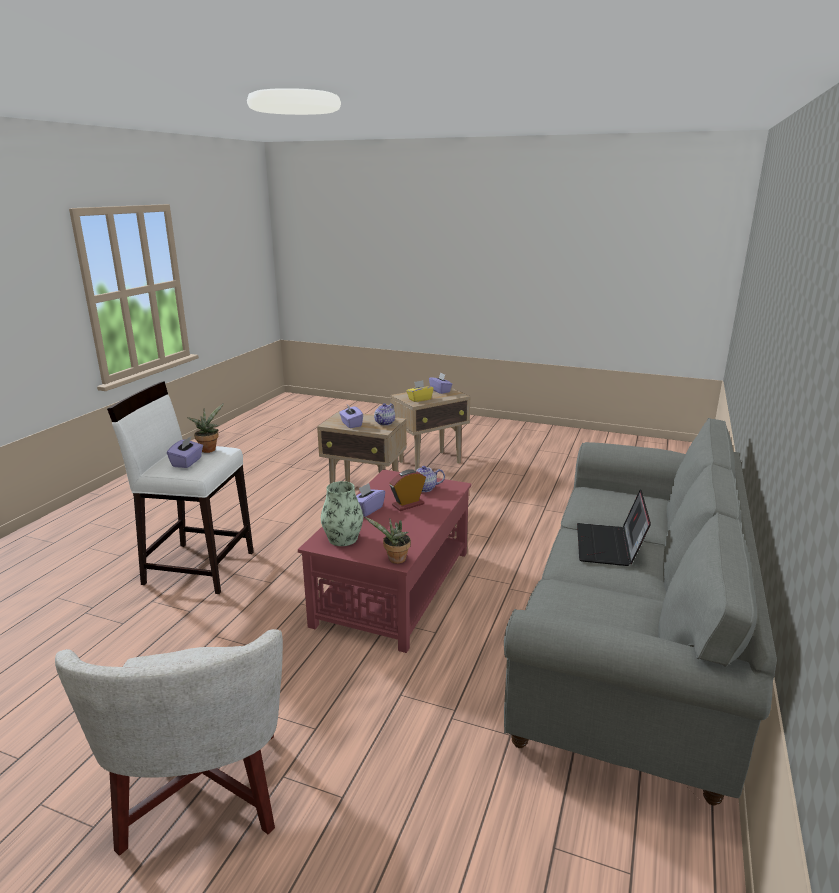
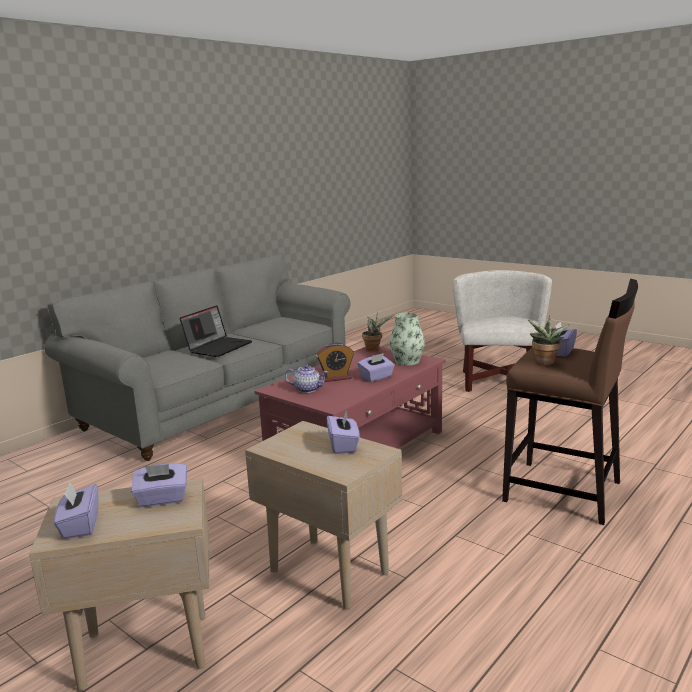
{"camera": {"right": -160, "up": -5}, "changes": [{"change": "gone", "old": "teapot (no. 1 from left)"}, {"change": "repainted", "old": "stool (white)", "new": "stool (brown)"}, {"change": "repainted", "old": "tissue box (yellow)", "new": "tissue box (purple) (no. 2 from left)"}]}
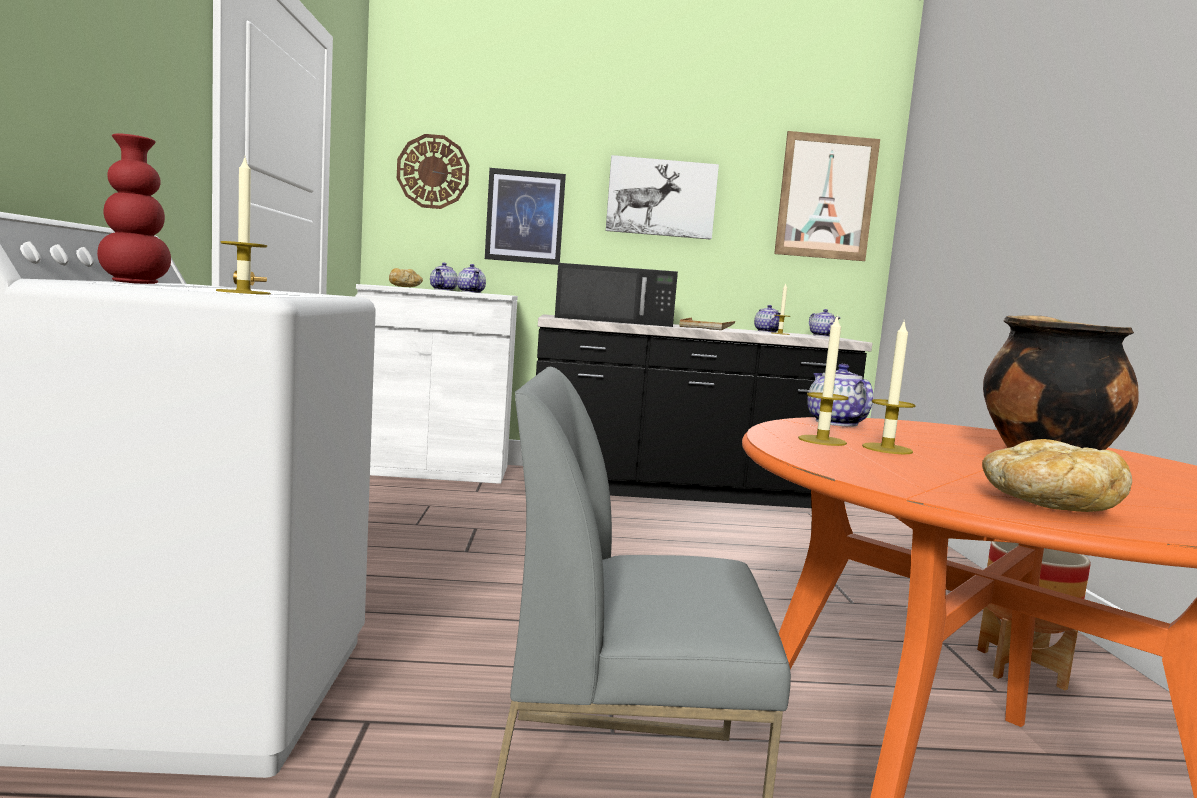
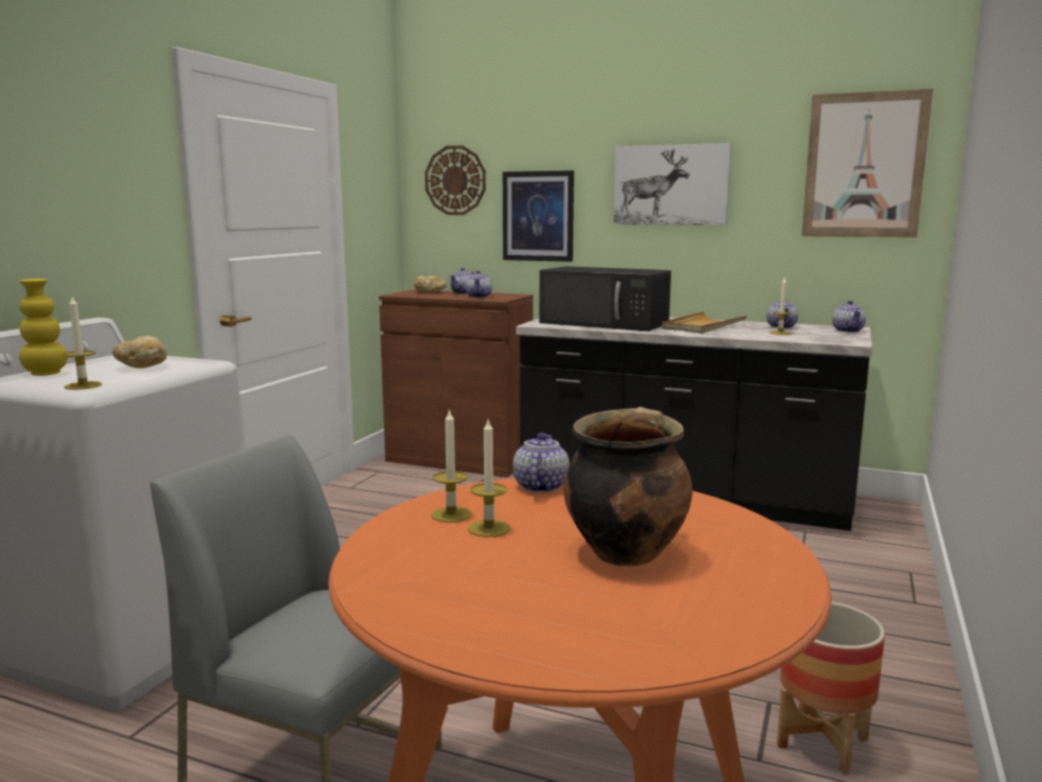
{"camera": {"right": 25, "up": 5}, "changes": [{"change": "shifted", "old": "bread (no. 2 from left in the first image)", "new": "bread (no. 1 from left)"}, {"change": "repainted", "old": "vase (red)", "new": "vase (yellow)"}, {"change": "repainted", "old": "cabinet (white)", "new": "cabinet (brown)"}]}
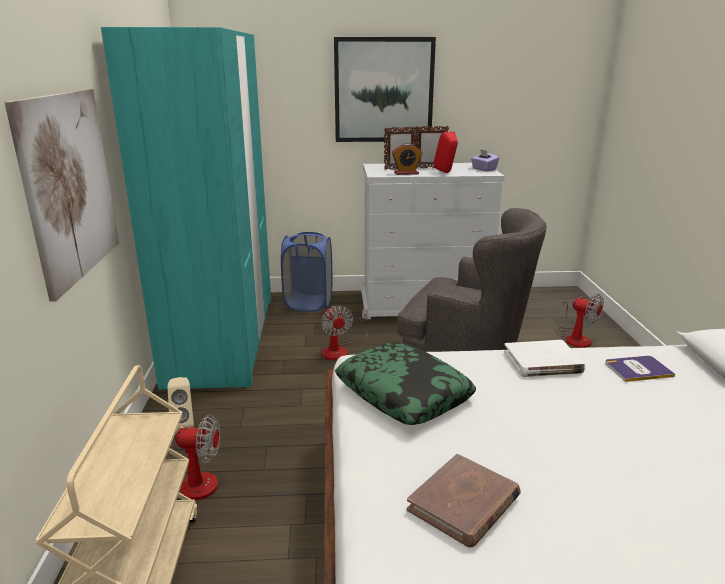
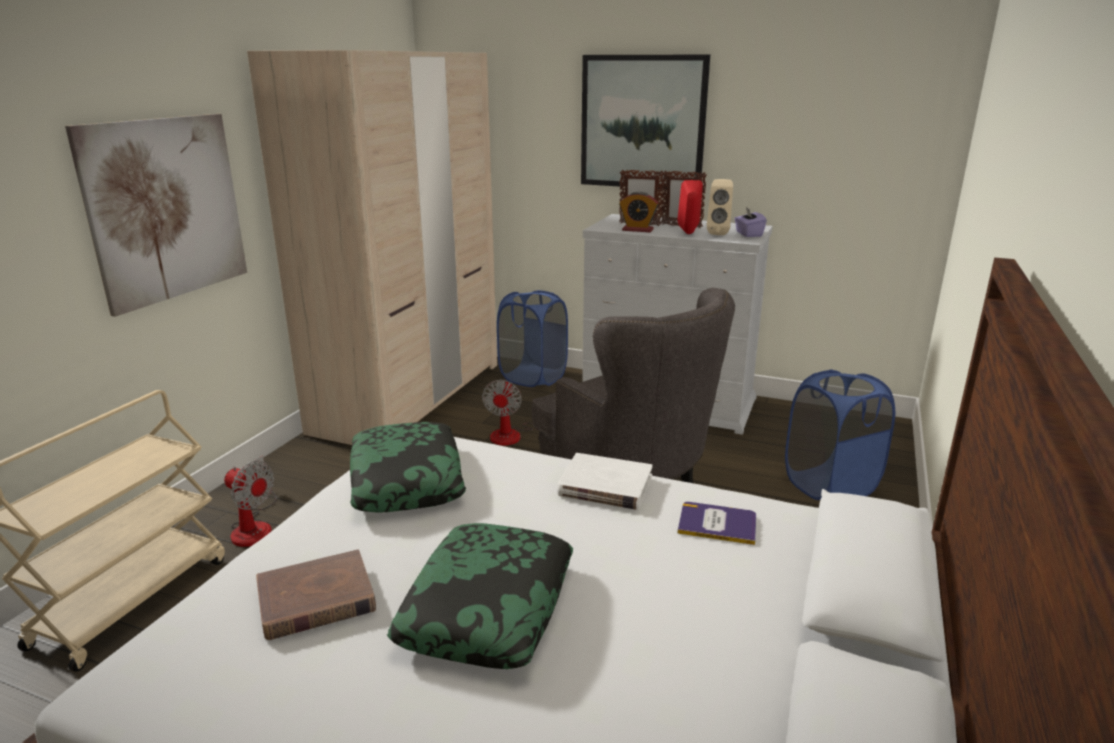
{"camera": {"right": 25, "up": 0}, "changes": [{"change": "new", "new": "pillow (no. 2 from left)"}, {"change": "shifted", "old": "speaker (beige)"}, {"change": "swapped", "old": "fan (no. 3 from left)", "new": "laundry basket (blue) (no. 2 from left)"}, {"change": "repainted", "old": "wardrobe (turquoise)", "new": "wardrobe (beige)"}]}
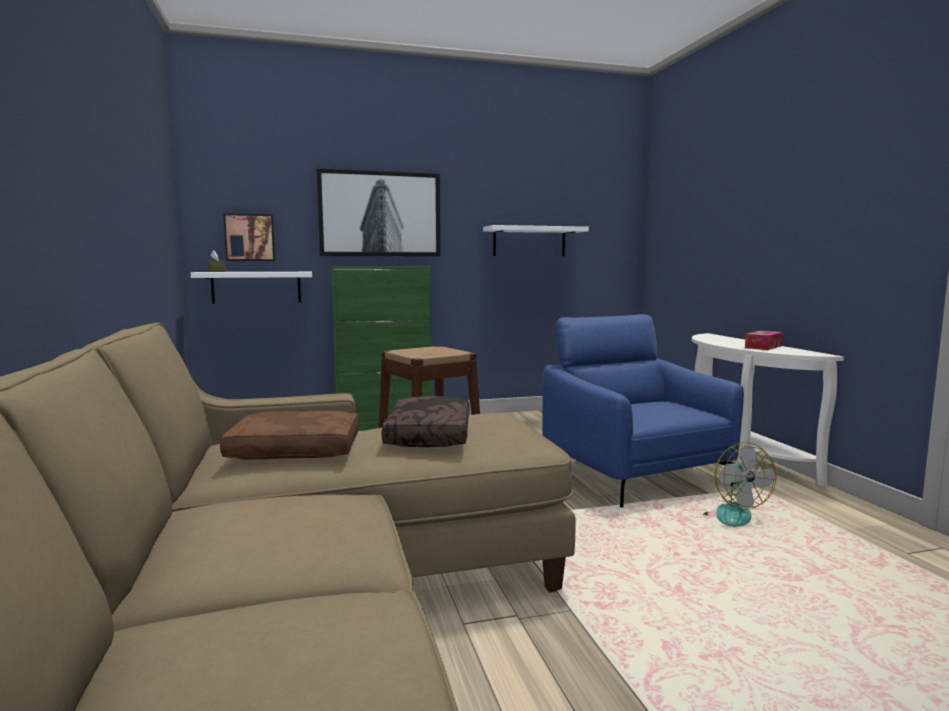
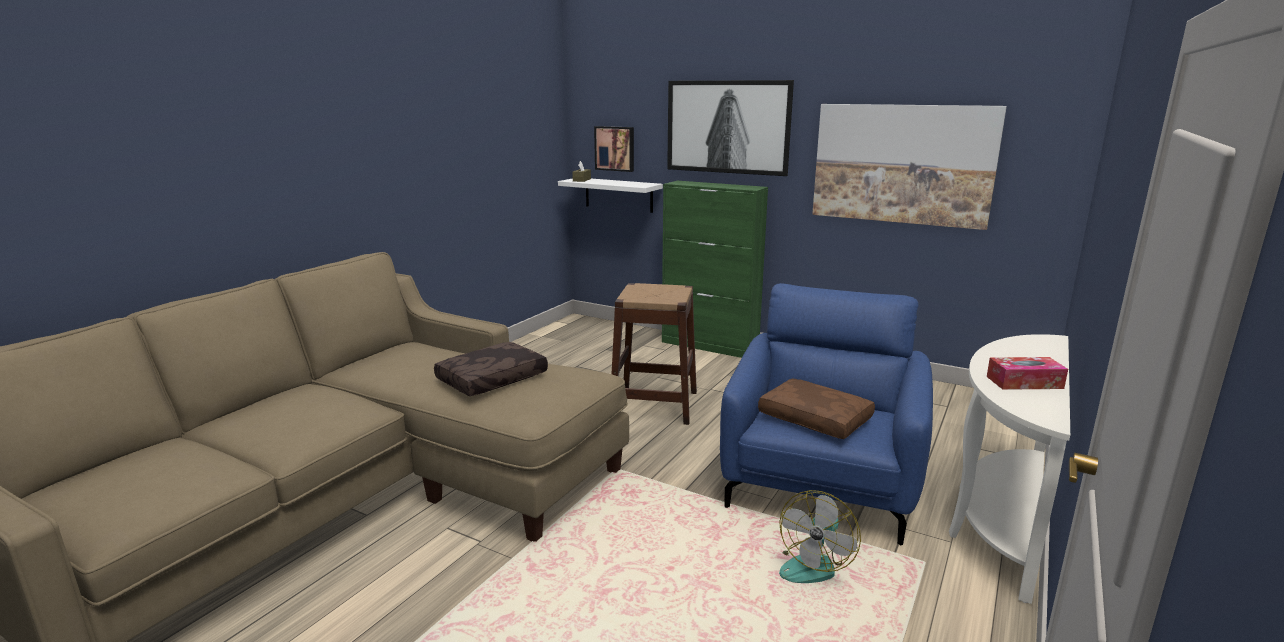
{"camera": {"right": 45, "up": 10}, "changes": [{"change": "shifted", "old": "pillow (brown) (no. 1 from left in the first image)", "new": "pillow (brown) (no. 2 from left)"}, {"change": "swapped", "old": "shelf (white) (no. 2 from left)", "new": "picture (no. 3 from left)"}]}
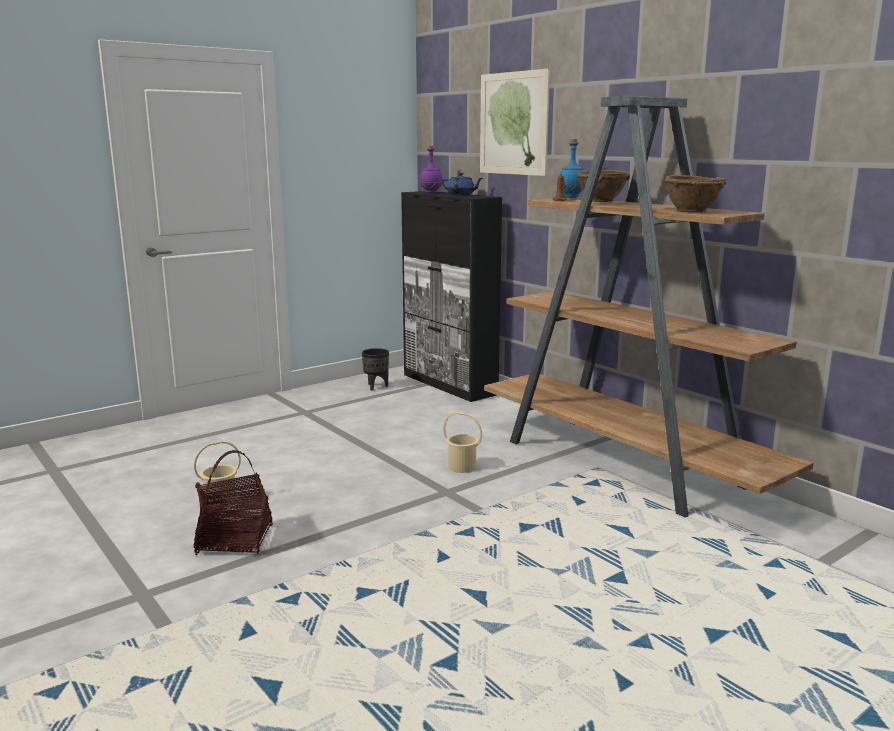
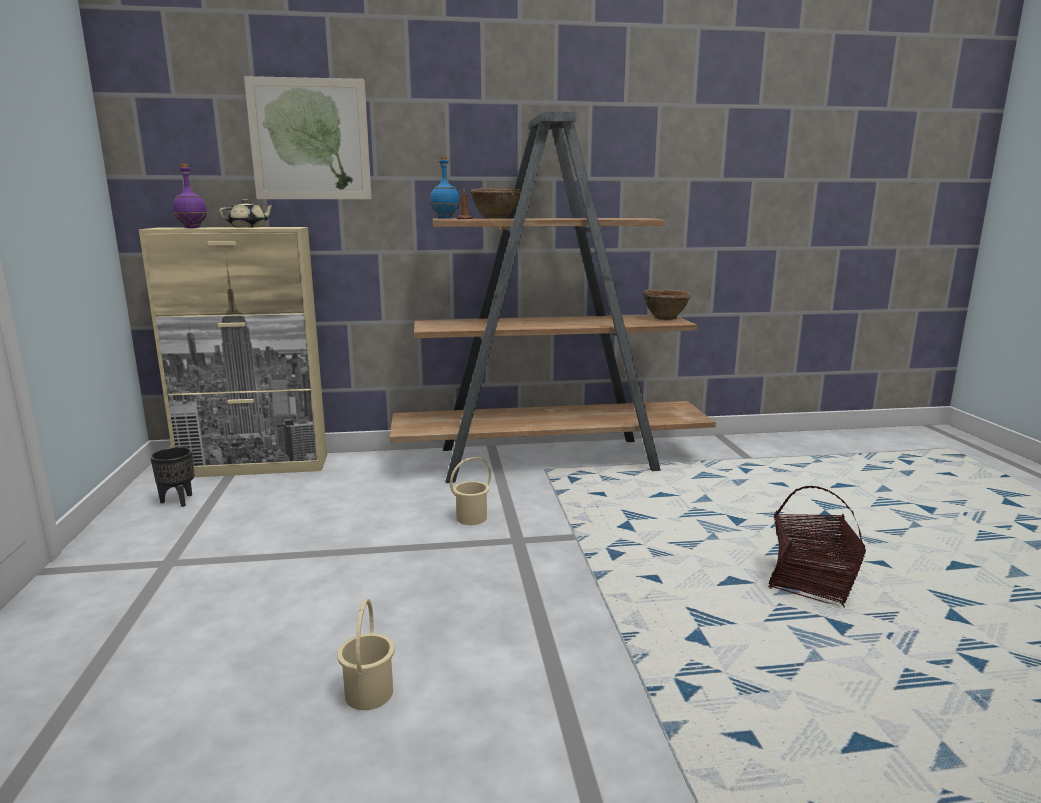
{"camera": {"right": -60, "up": 0}, "changes": [{"change": "shifted", "old": "basket"}, {"change": "shifted", "old": "bowl (brown) (no. 2 from left)"}, {"change": "repainted", "old": "cabinet (black)", "new": "cabinet (beige)"}, {"change": "repainted", "old": "teapot (blue)", "new": "teapot (beige)"}]}
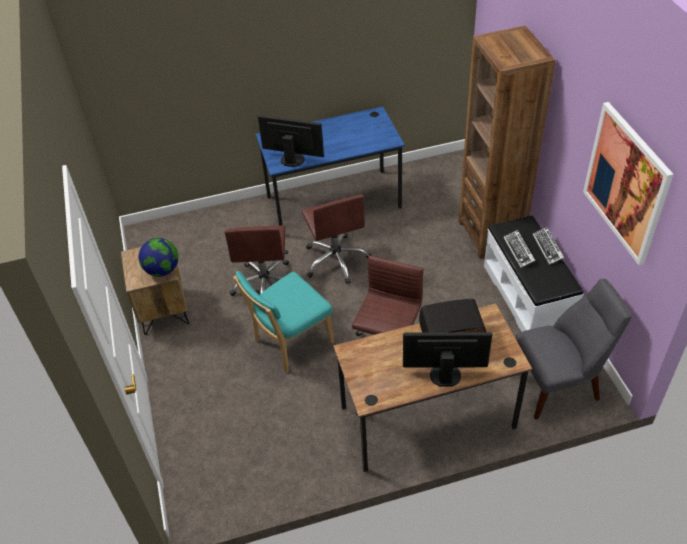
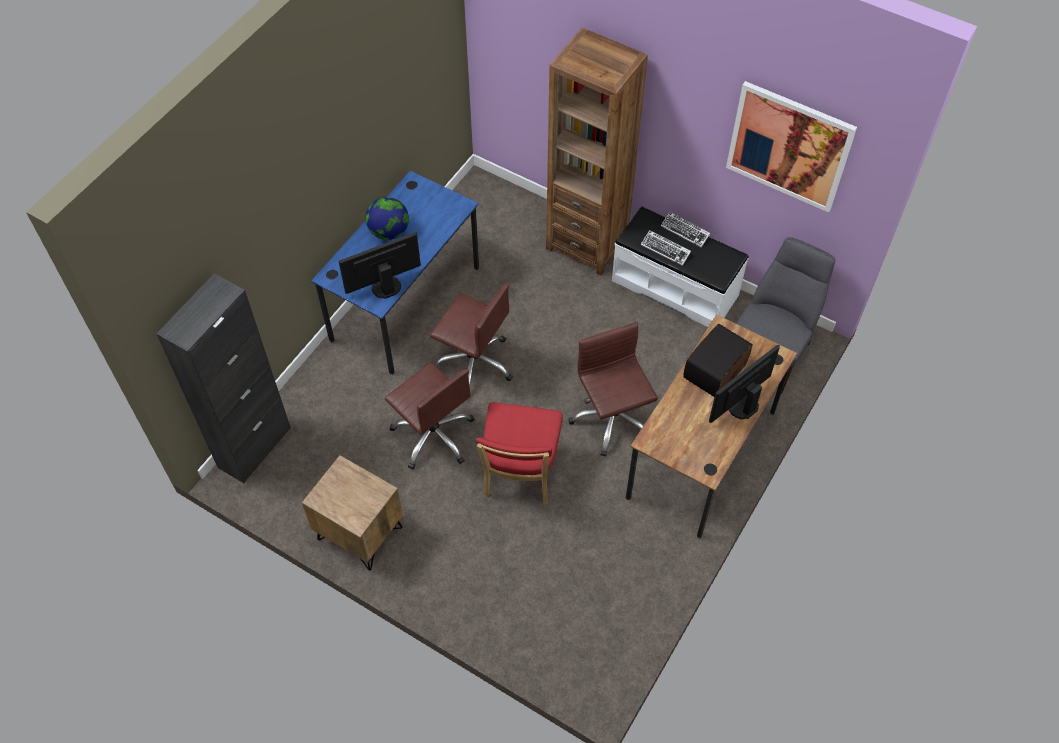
{"camera": {"right": -45, "up": 10}, "changes": [{"change": "new", "new": "cabinet (black)"}, {"change": "shifted", "old": "globe"}, {"change": "repainted", "old": "chair (turquoise)", "new": "chair (red)"}]}
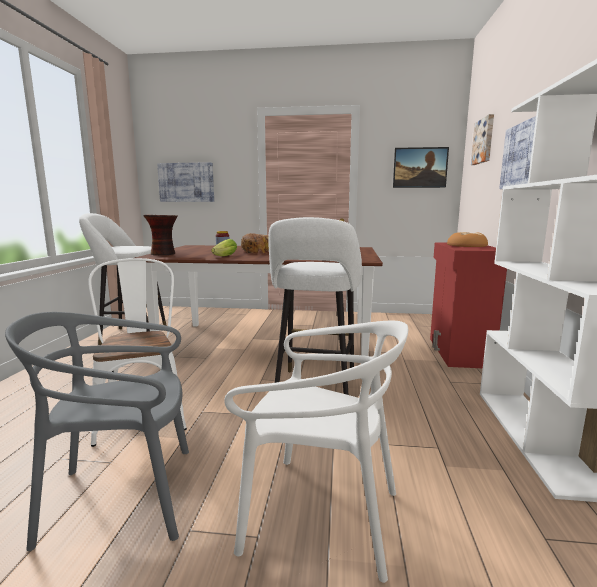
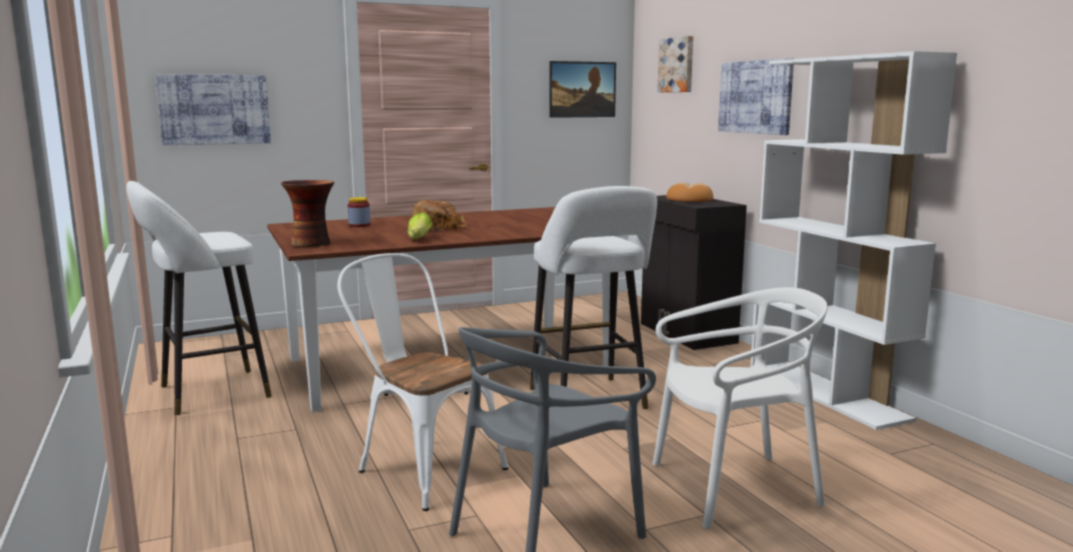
{"camera": {"right": -30, "up": 0}, "changes": [{"change": "repainted", "old": "cabinet (red)", "new": "cabinet (black)"}]}
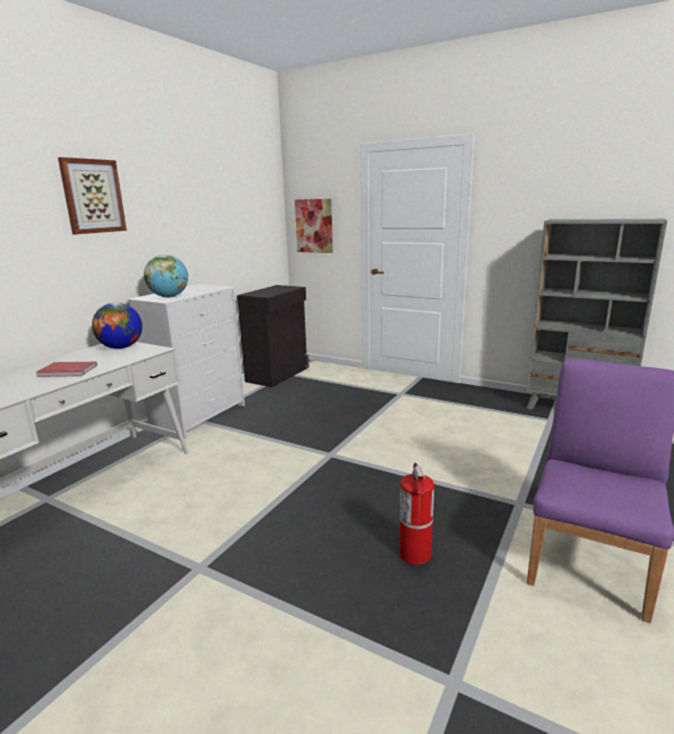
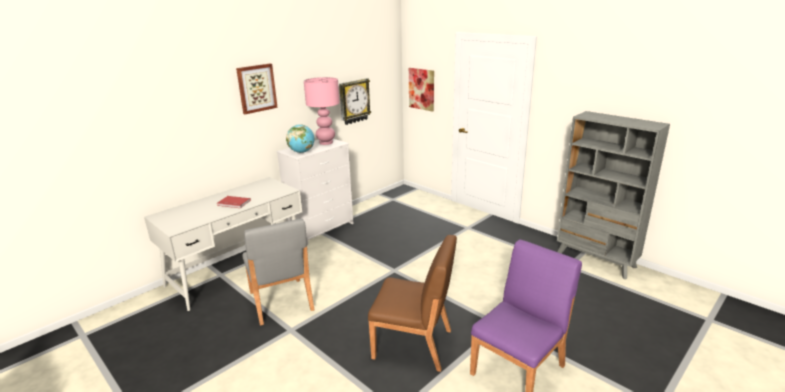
{"camera": {"right": 15, "up": 5}, "changes": [{"change": "gone", "old": "globe (no. 1 from left)"}, {"change": "gone", "old": "cabinet (black)"}, {"change": "new", "new": "chair (grey)"}, {"change": "new", "new": "table lamp (pink)"}, {"change": "new", "new": "wall clock"}, {"change": "swapped", "old": "fire extinguisher", "new": "chair (brown)"}]}
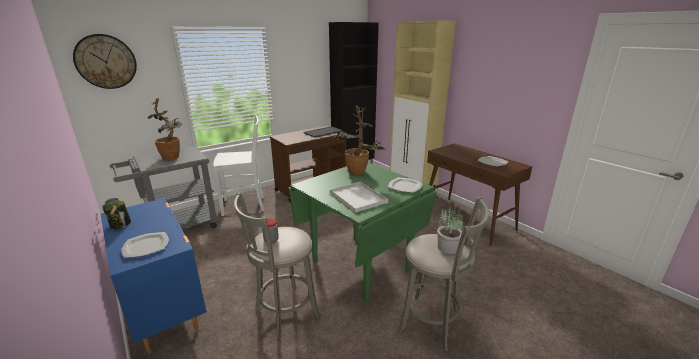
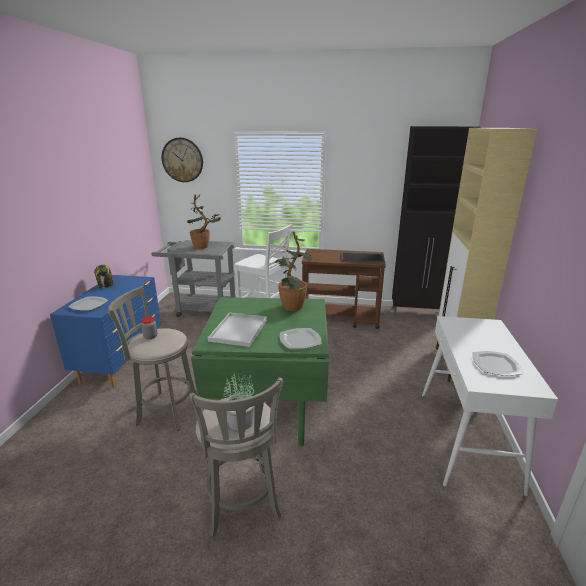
{"camera": {"right": 45, "up": 0}, "changes": [{"change": "repainted", "old": "console table (brown)", "new": "console table (white)"}]}
